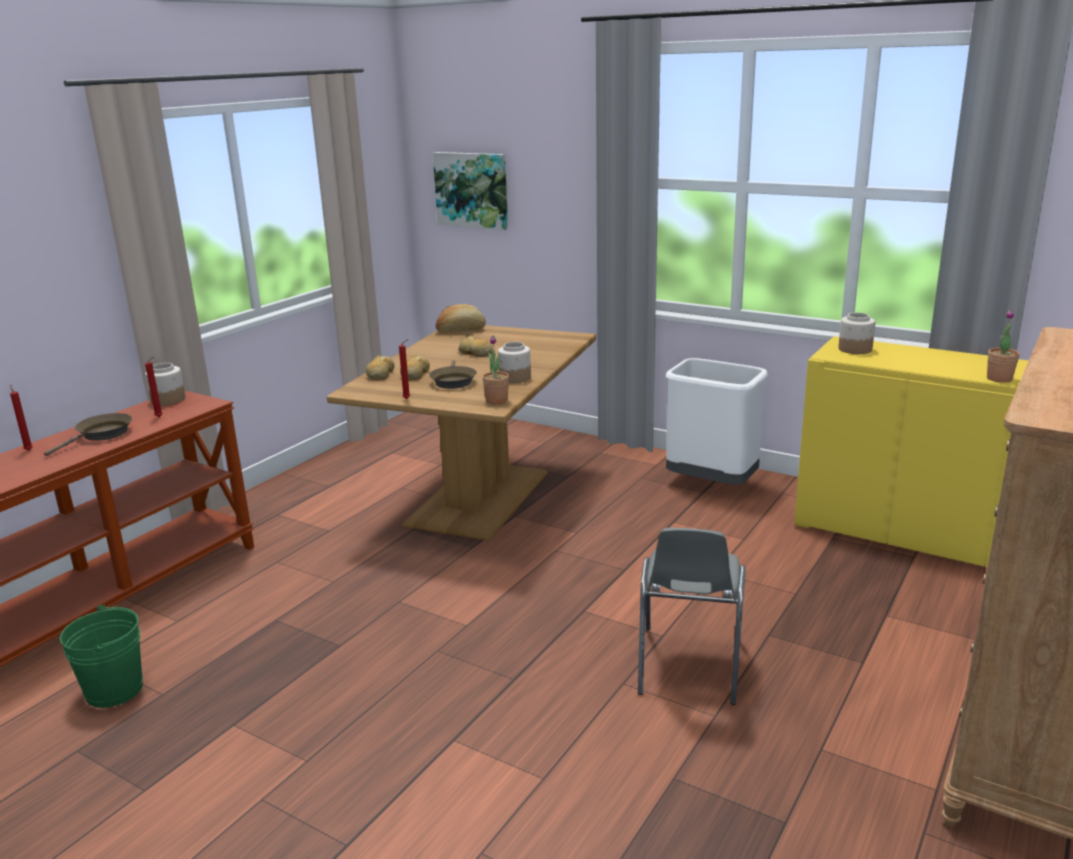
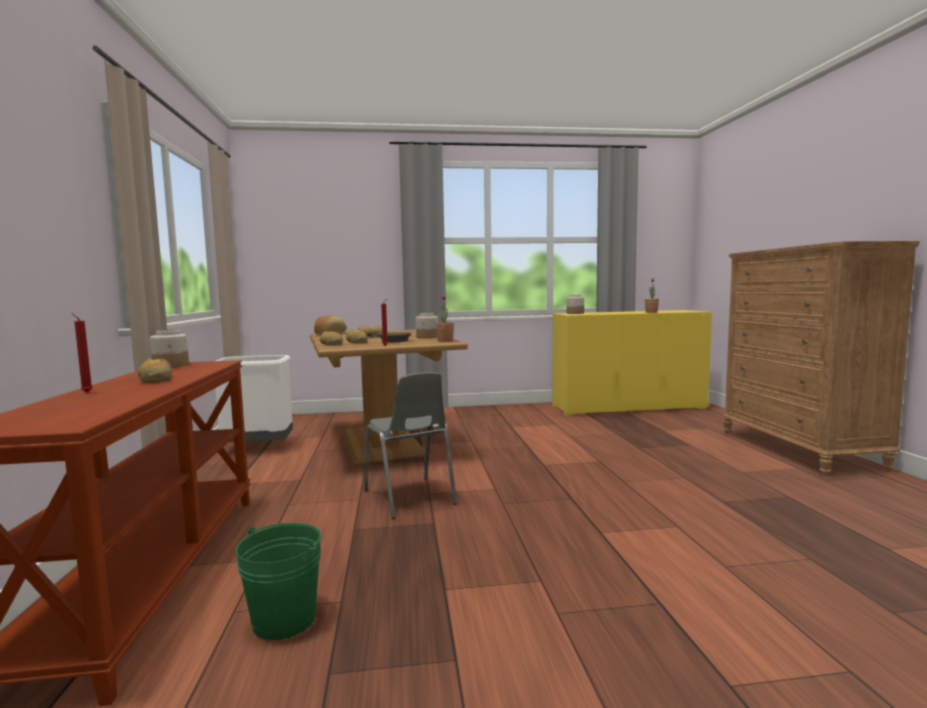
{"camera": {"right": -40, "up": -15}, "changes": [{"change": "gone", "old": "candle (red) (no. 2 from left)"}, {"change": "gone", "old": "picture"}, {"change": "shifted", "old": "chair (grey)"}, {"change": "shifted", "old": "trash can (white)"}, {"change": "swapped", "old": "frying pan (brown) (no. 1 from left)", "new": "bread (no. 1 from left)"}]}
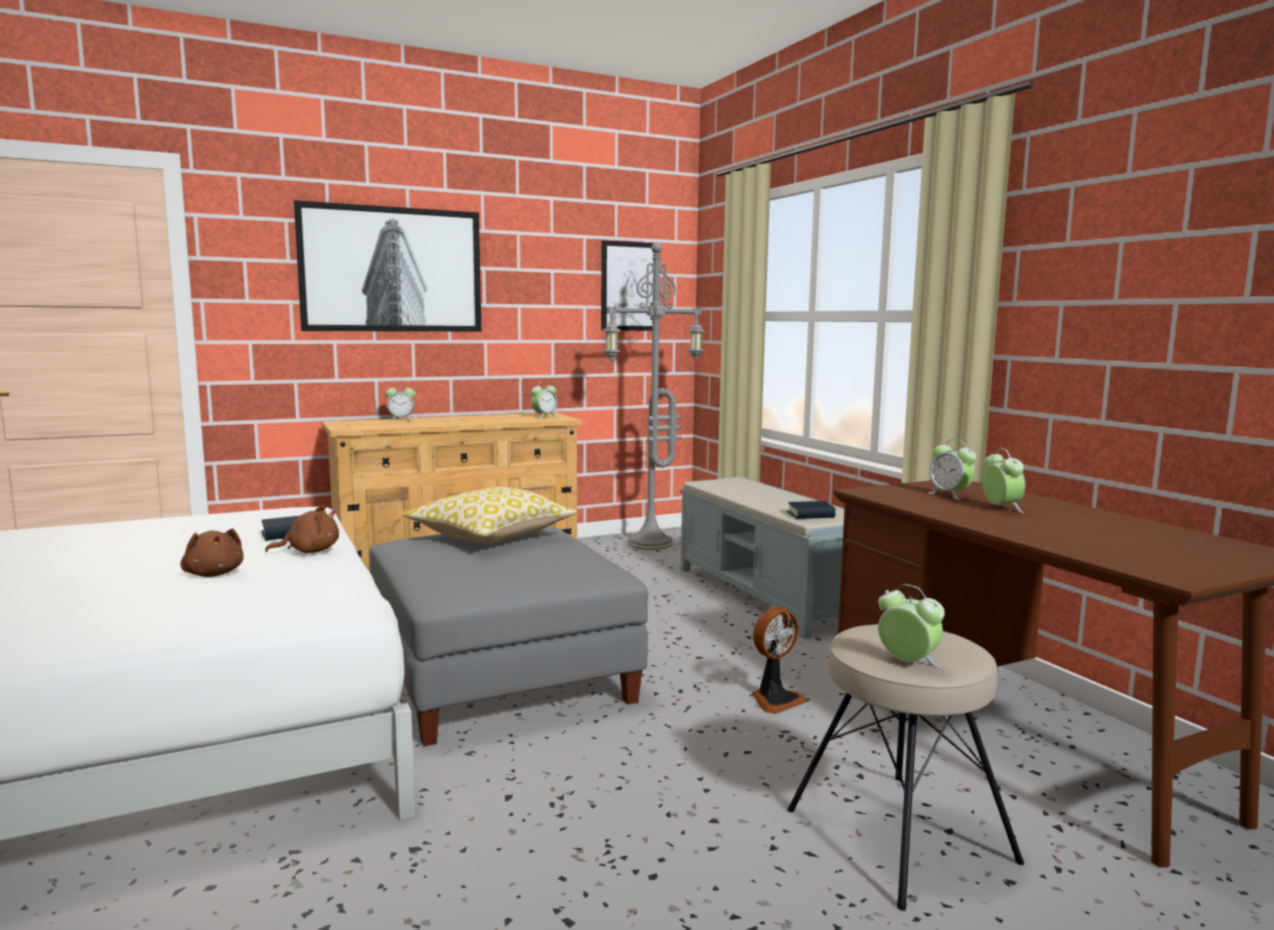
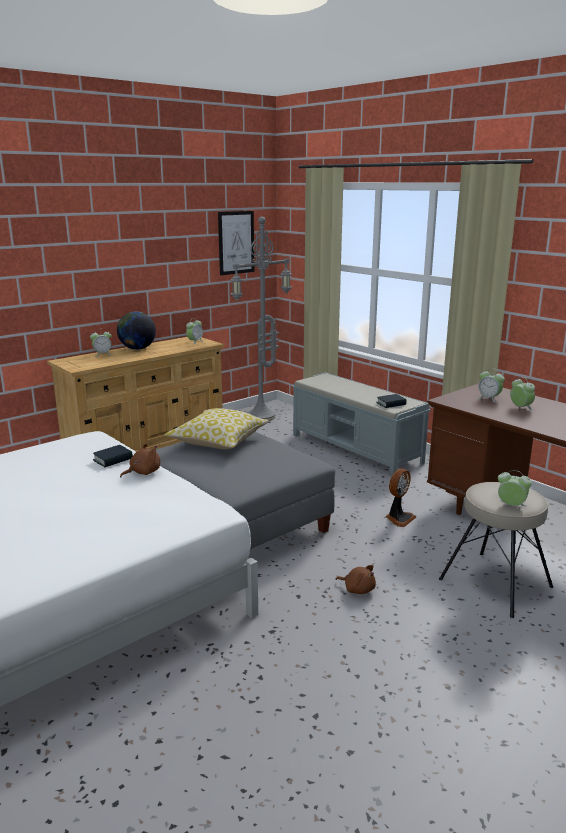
{"camera": {"right": -15, "up": 10}, "changes": [{"change": "gone", "old": "picture (no. 1 from left)"}, {"change": "new", "new": "globe"}, {"change": "shifted", "old": "plush toy (brown) (no. 1 from left in the first image)", "new": "plush toy (brown) (no. 2 from left)"}]}
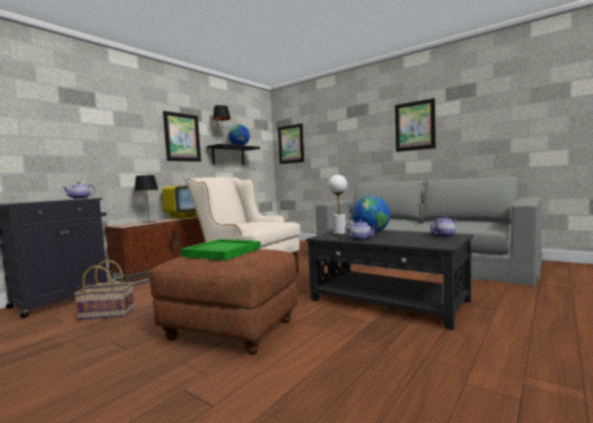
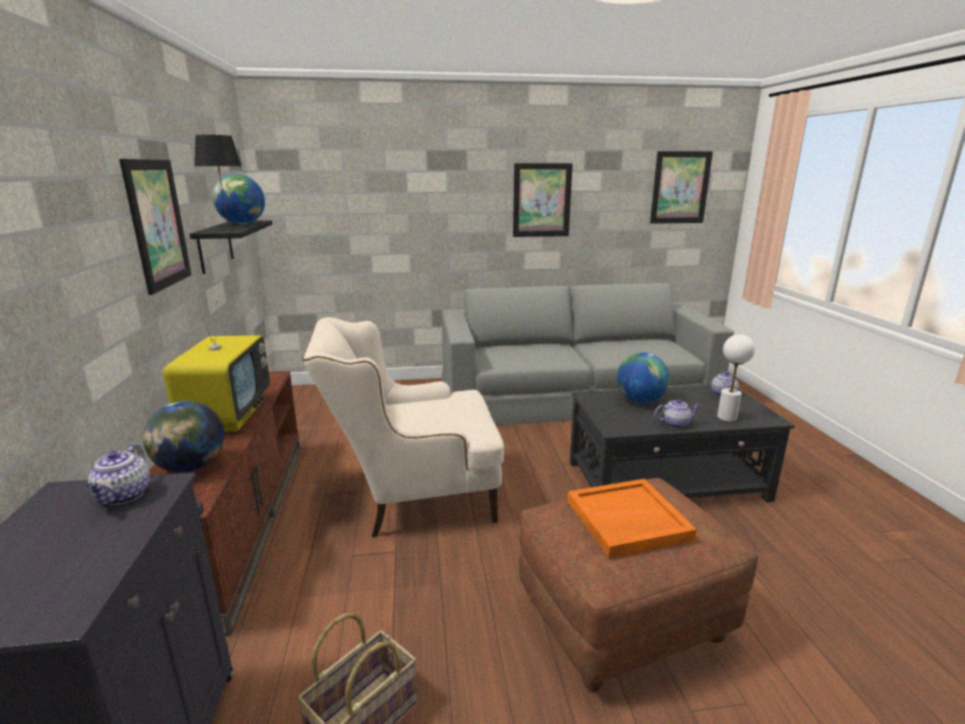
{"camera": {"right": -45, "up": 15}, "changes": [{"change": "shifted", "old": "picture (no. 2 from left in the first image)", "new": "picture (no. 3 from left)"}, {"change": "shifted", "old": "table lamp (white)"}, {"change": "swapped", "old": "table lamp (black) (no. 1 from left)", "new": "globe (no. 1 from left)"}, {"change": "repainted", "old": "tray (green)", "new": "tray (orange)"}]}
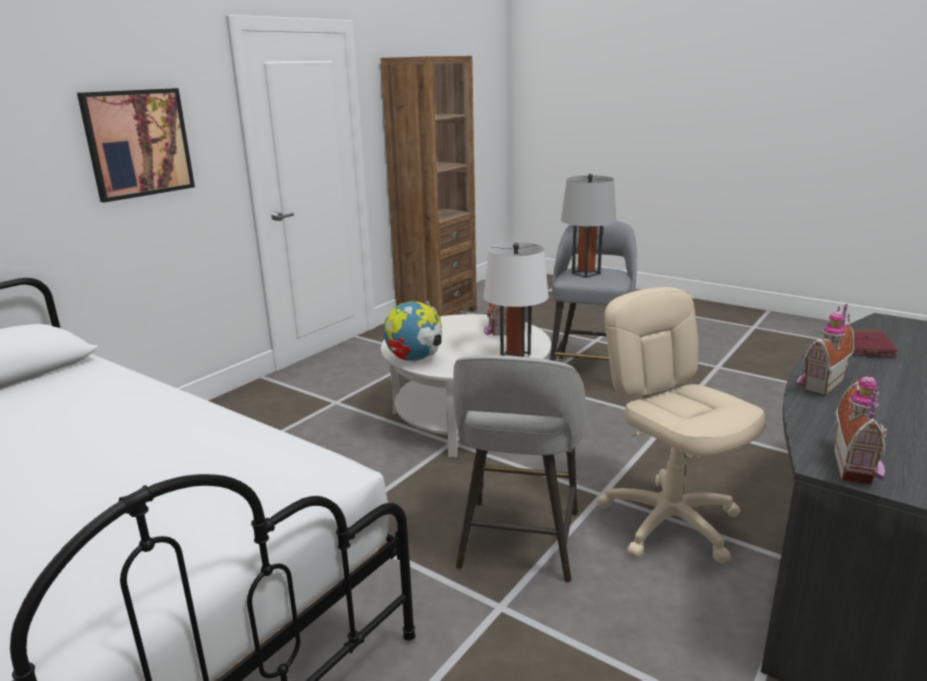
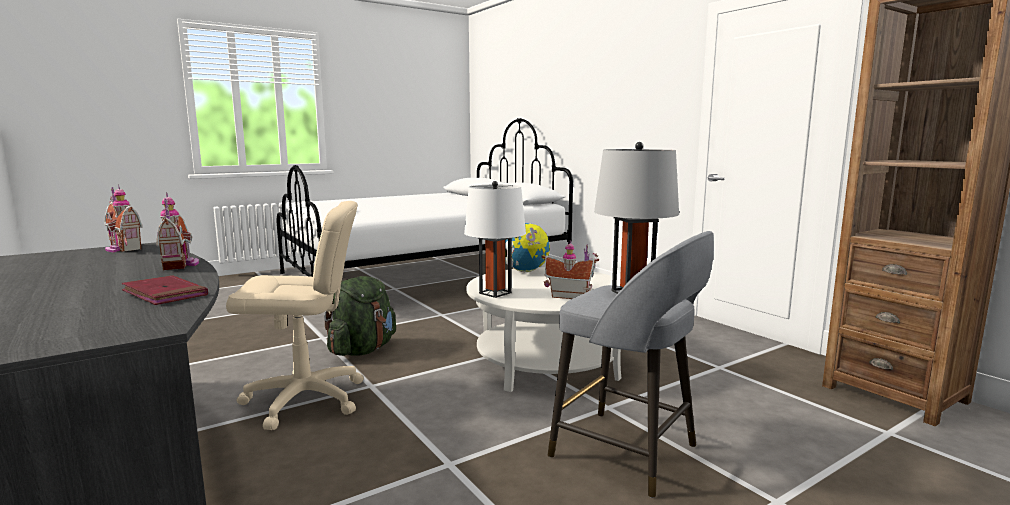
{"camera": {"right": 110, "up": -10}, "changes": [{"change": "gone", "old": "picture"}, {"change": "swapped", "old": "stool (grey) (no. 1 from left)", "new": "backpack (green)"}]}
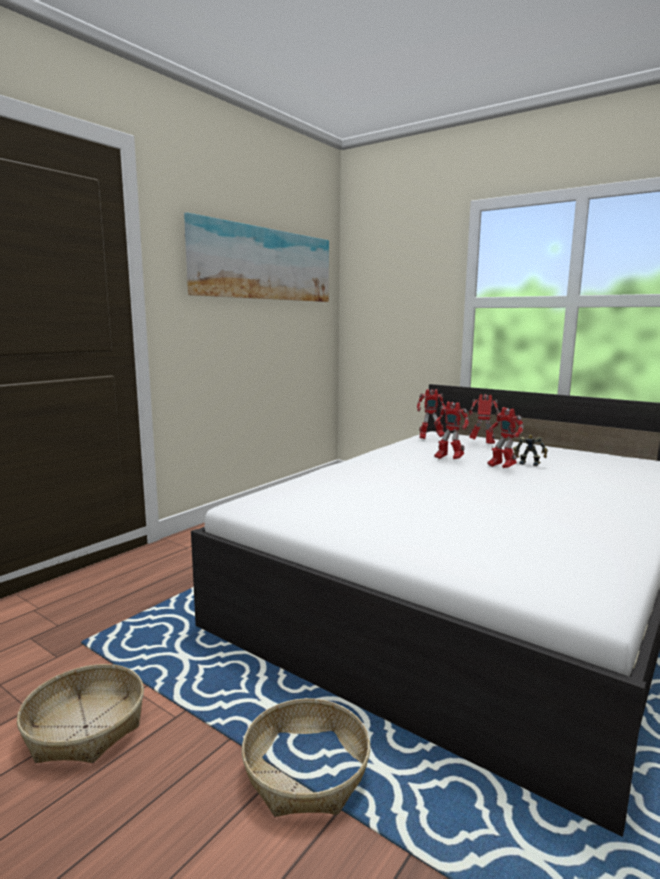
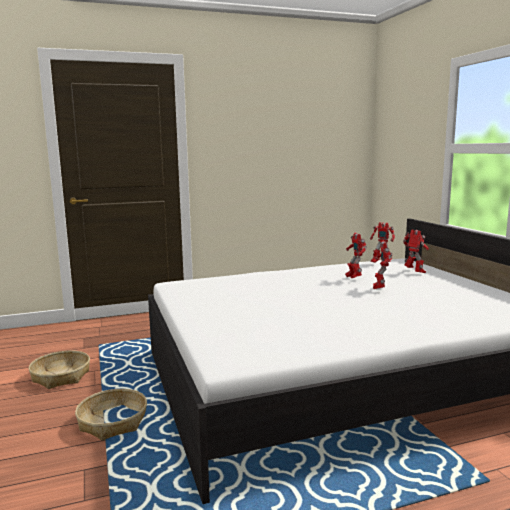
{"camera": {"right": 35, "up": 0}, "changes": [{"change": "gone", "old": "picture"}, {"change": "gone", "old": "toy robot (no. 5 from left)"}]}
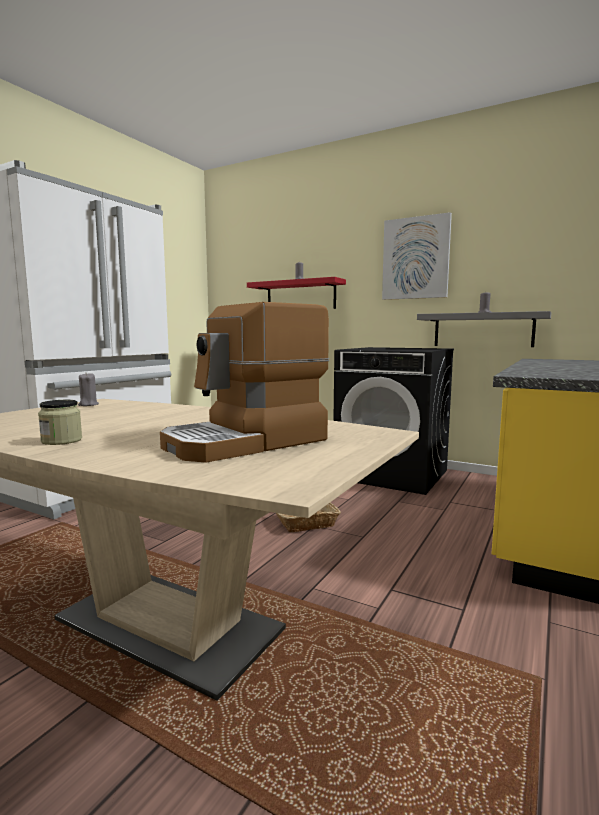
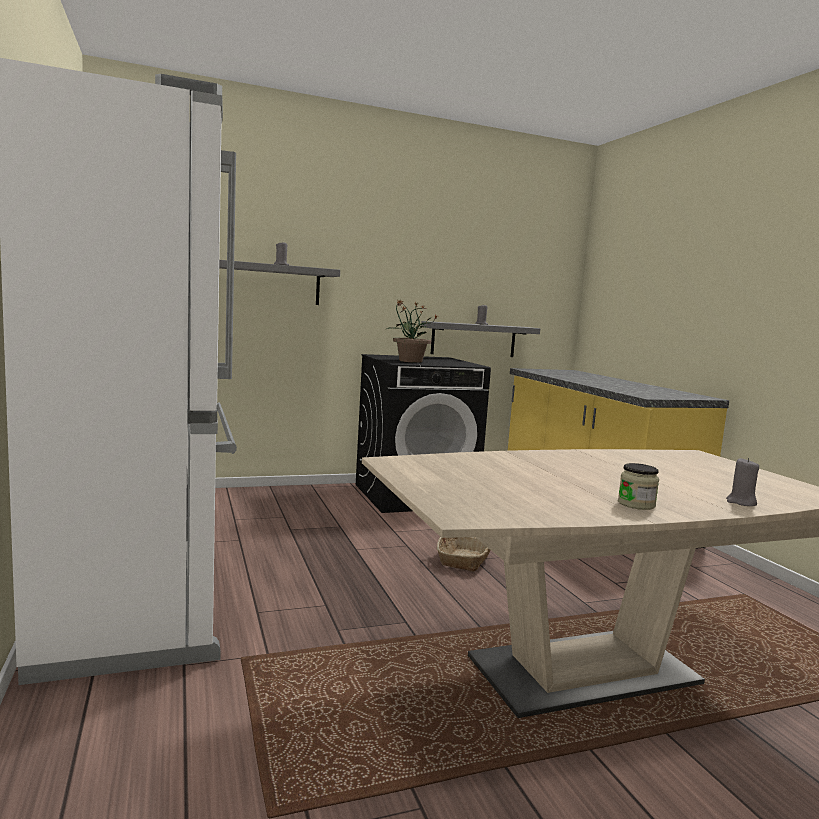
{"camera": {"right": -50, "up": 0}, "changes": [{"change": "gone", "old": "coffee machine"}, {"change": "gone", "old": "picture"}, {"change": "new", "new": "potted plant"}, {"change": "shifted", "old": "candle (grey) (no. 1 from left in the first image)", "new": "candle (grey) (no. 3 from left)"}, {"change": "repainted", "old": "shelf (red)", "new": "shelf (grey) (no. 1 from left)"}]}
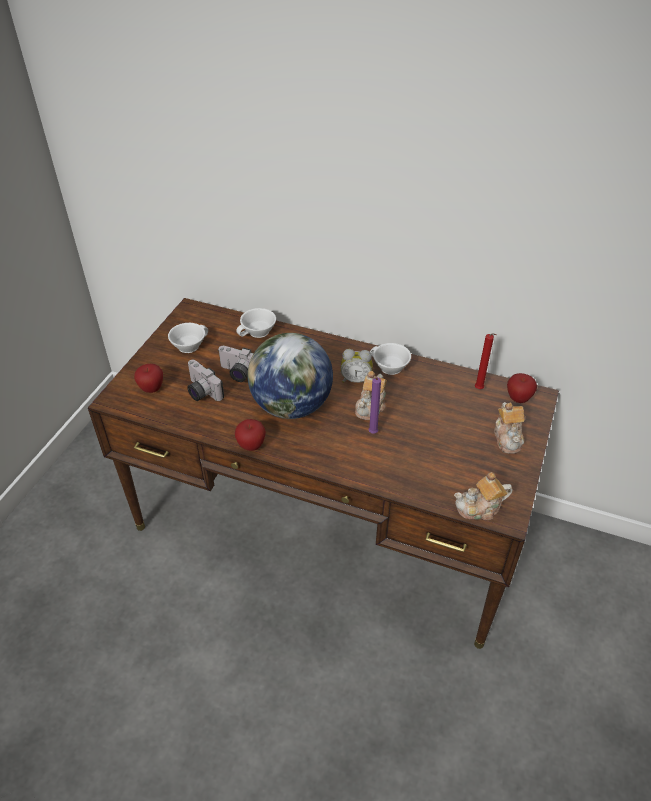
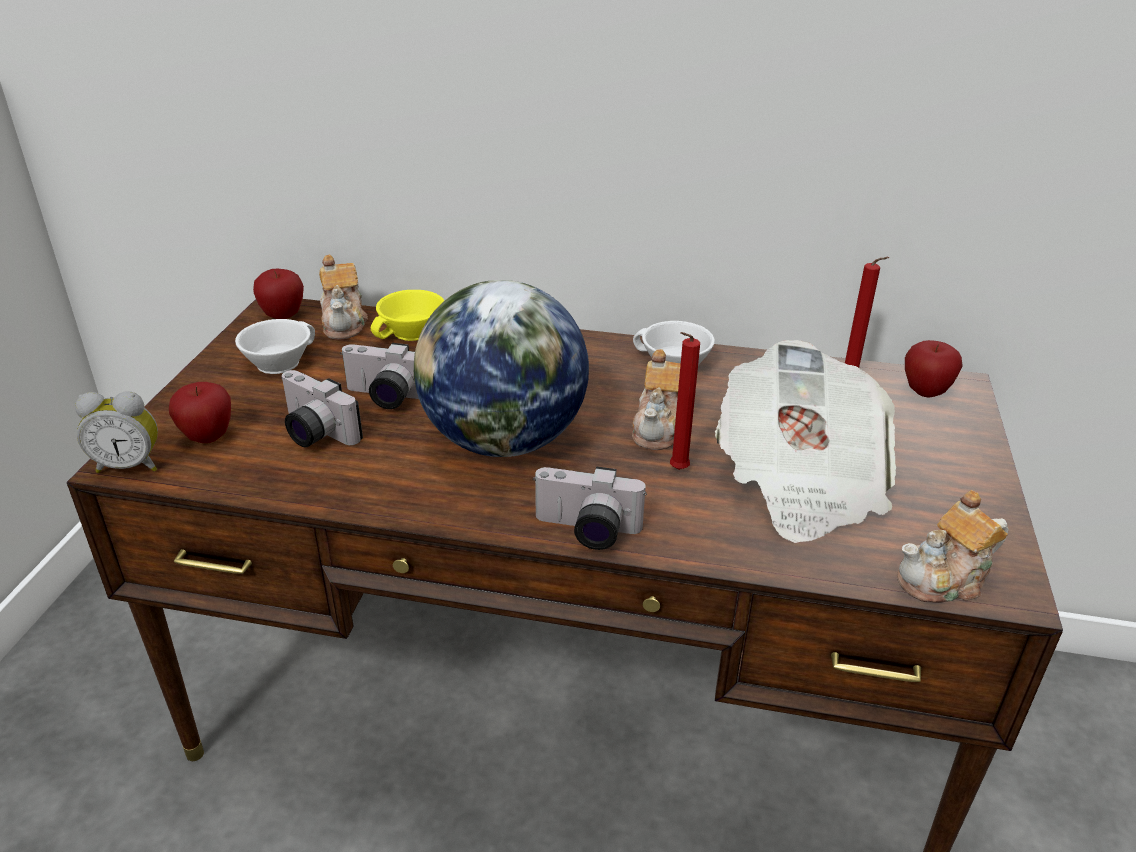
{"camera": {"right": -10, "up": -10}, "changes": [{"change": "new", "new": "photo camera (no. 3 from left)"}, {"change": "new", "new": "newspaper"}, {"change": "shifted", "old": "apple (no. 2 from left)"}, {"change": "shifted", "old": "alarm clock"}, {"change": "shifted", "old": "teapot (no. 3 from left in the first image)", "new": "teapot (no. 1 from left)"}, {"change": "repainted", "old": "cup (white) (no. 2 from left)", "new": "cup (yellow)"}, {"change": "repainted", "old": "candle (purple)", "new": "candle (red) (no. 1 from left)"}]}
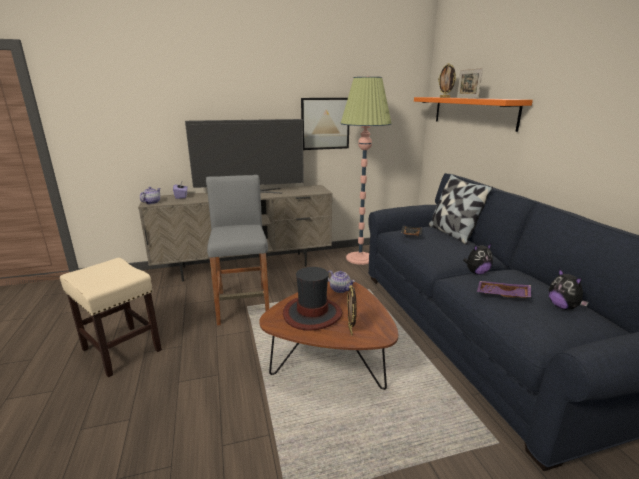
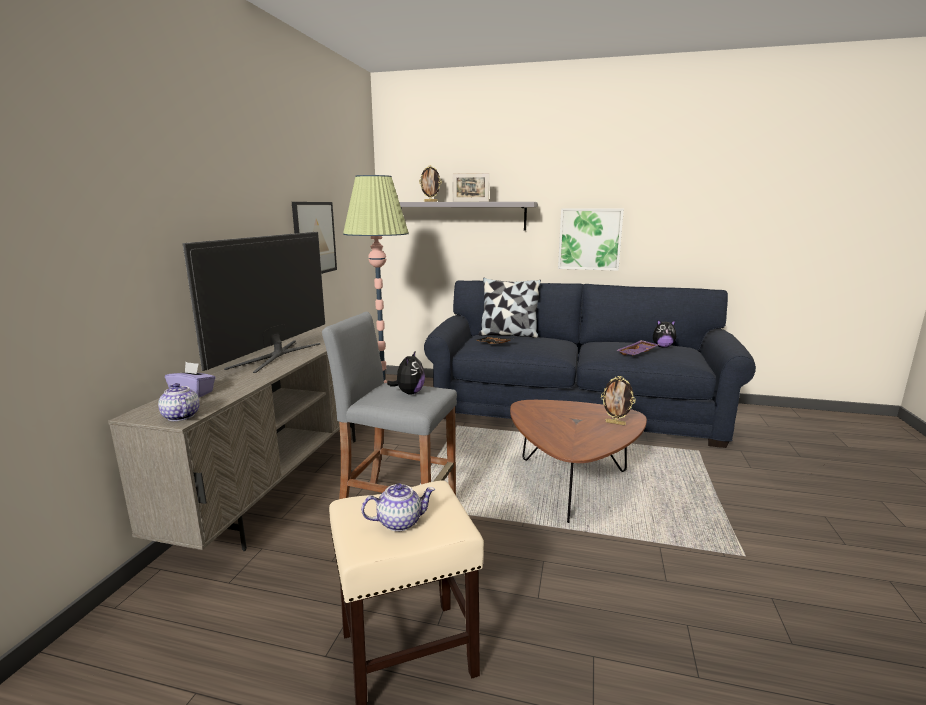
{"camera": {"right": -60, "up": -5}, "changes": [{"change": "gone", "old": "hat"}, {"change": "new", "new": "picture (no. 2 from left)"}, {"change": "shifted", "old": "teapot (no. 2 from left)"}, {"change": "shifted", "old": "plush toy (no. 1 from left)"}, {"change": "repainted", "old": "shelf (orange)", "new": "shelf (grey)"}]}
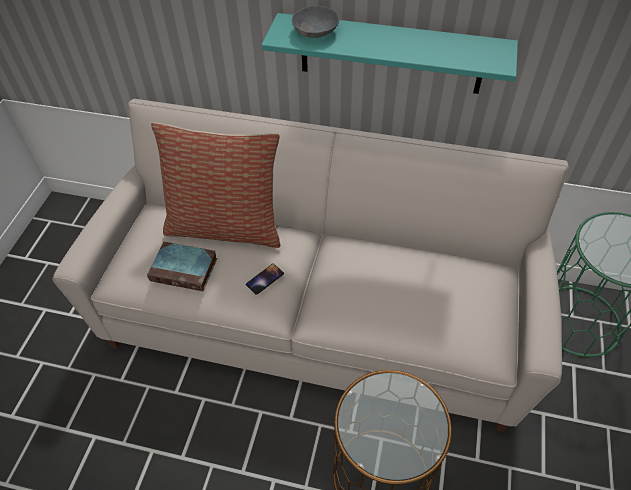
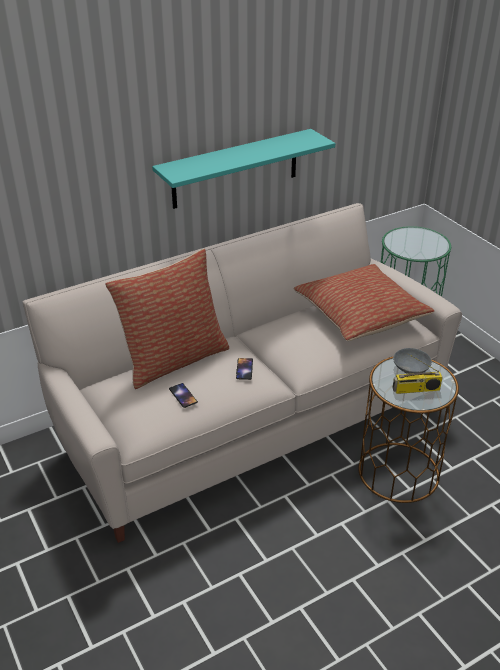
{"camera": {"right": -45, "up": -15}, "changes": [{"change": "new", "new": "pillow (no. 2 from left)"}, {"change": "new", "new": "radio"}, {"change": "shifted", "old": "bowl (grey)"}, {"change": "swapped", "old": "book", "new": "phone (no. 1 from left)"}]}
